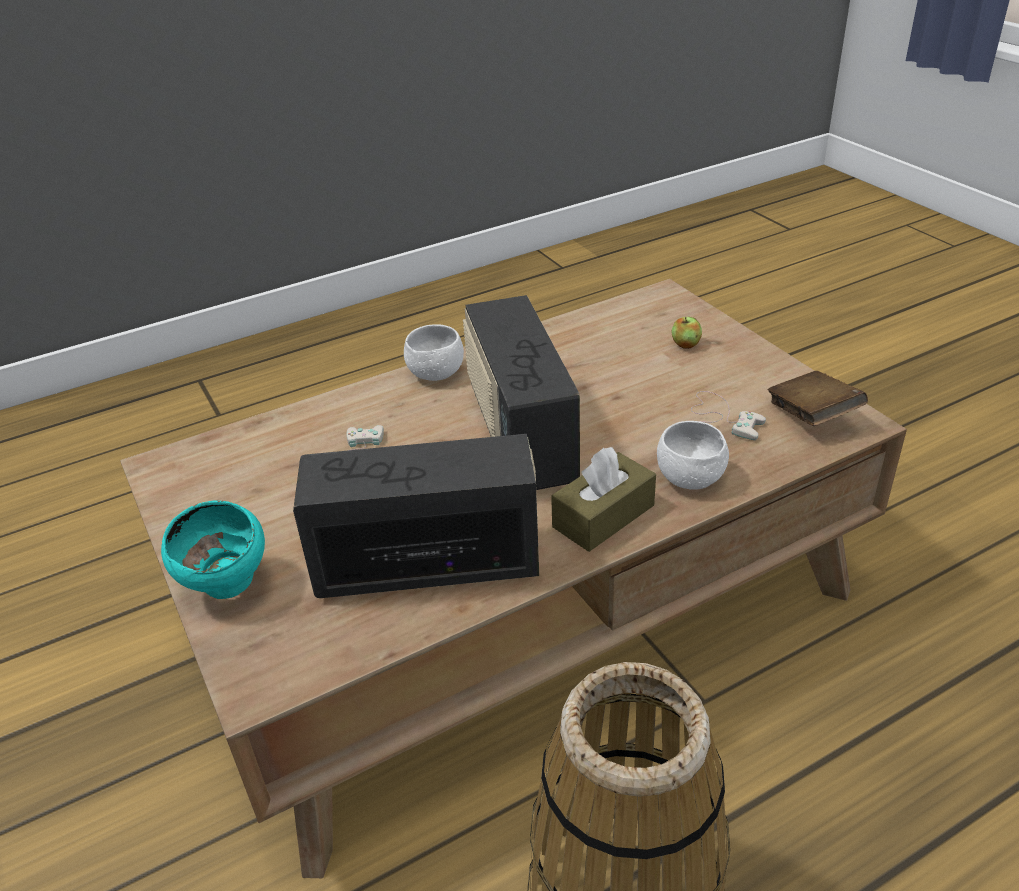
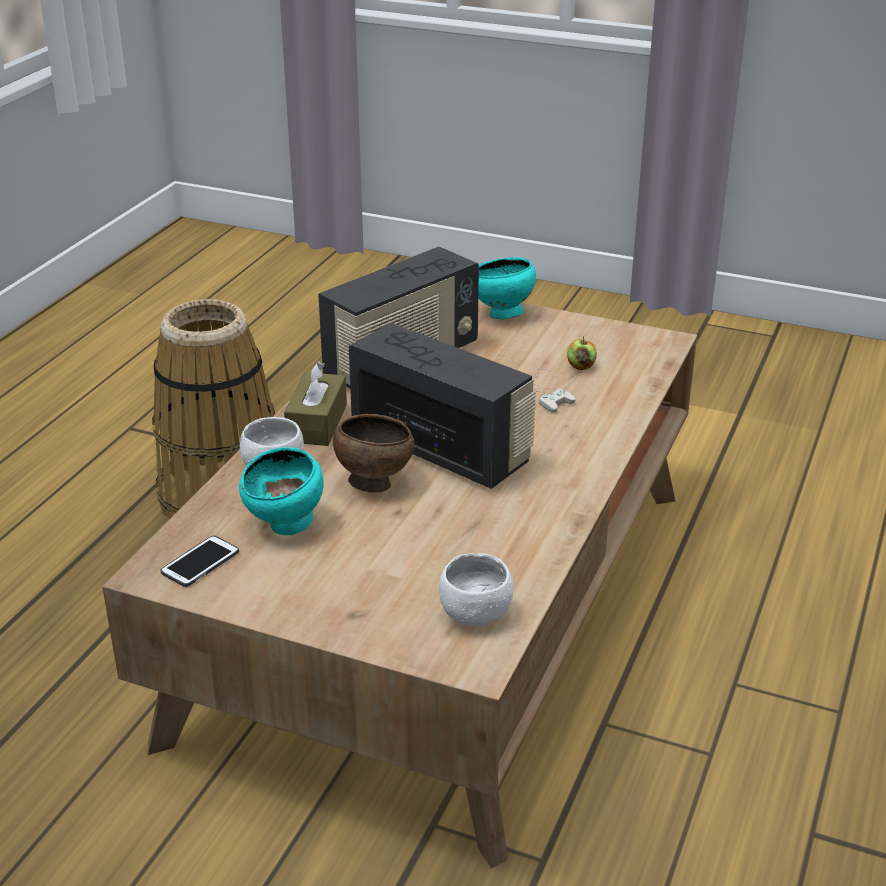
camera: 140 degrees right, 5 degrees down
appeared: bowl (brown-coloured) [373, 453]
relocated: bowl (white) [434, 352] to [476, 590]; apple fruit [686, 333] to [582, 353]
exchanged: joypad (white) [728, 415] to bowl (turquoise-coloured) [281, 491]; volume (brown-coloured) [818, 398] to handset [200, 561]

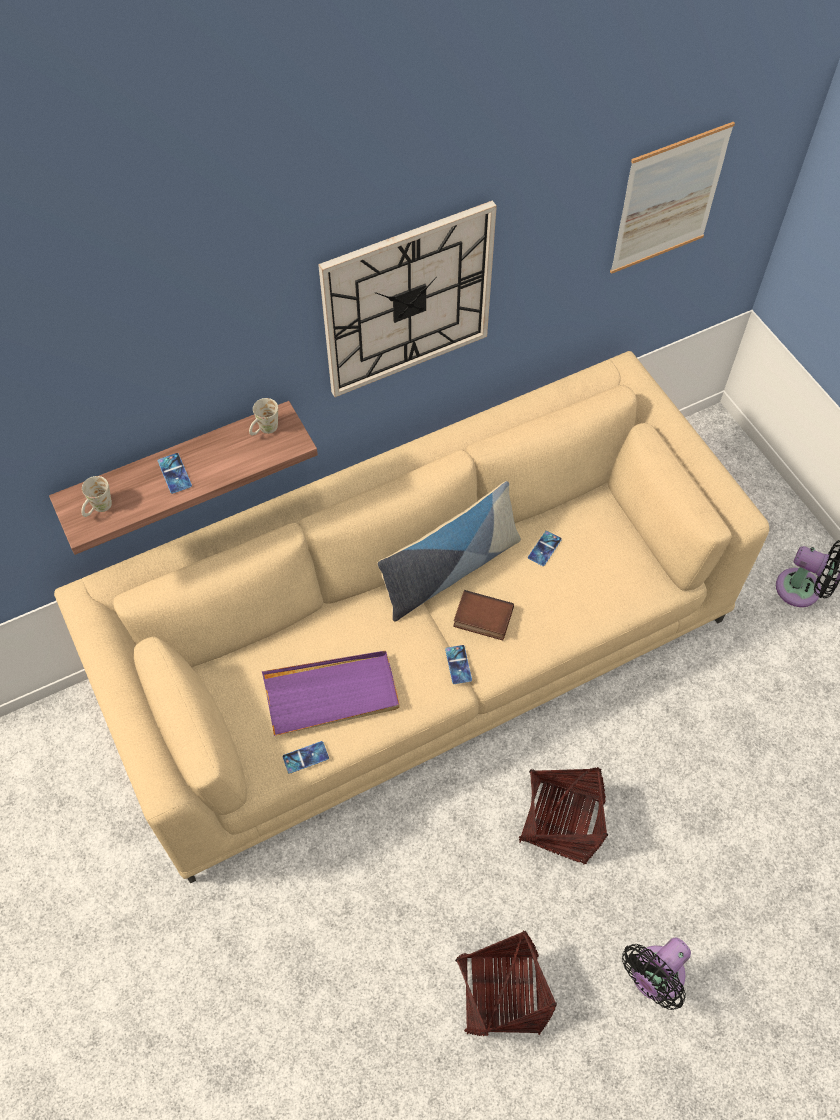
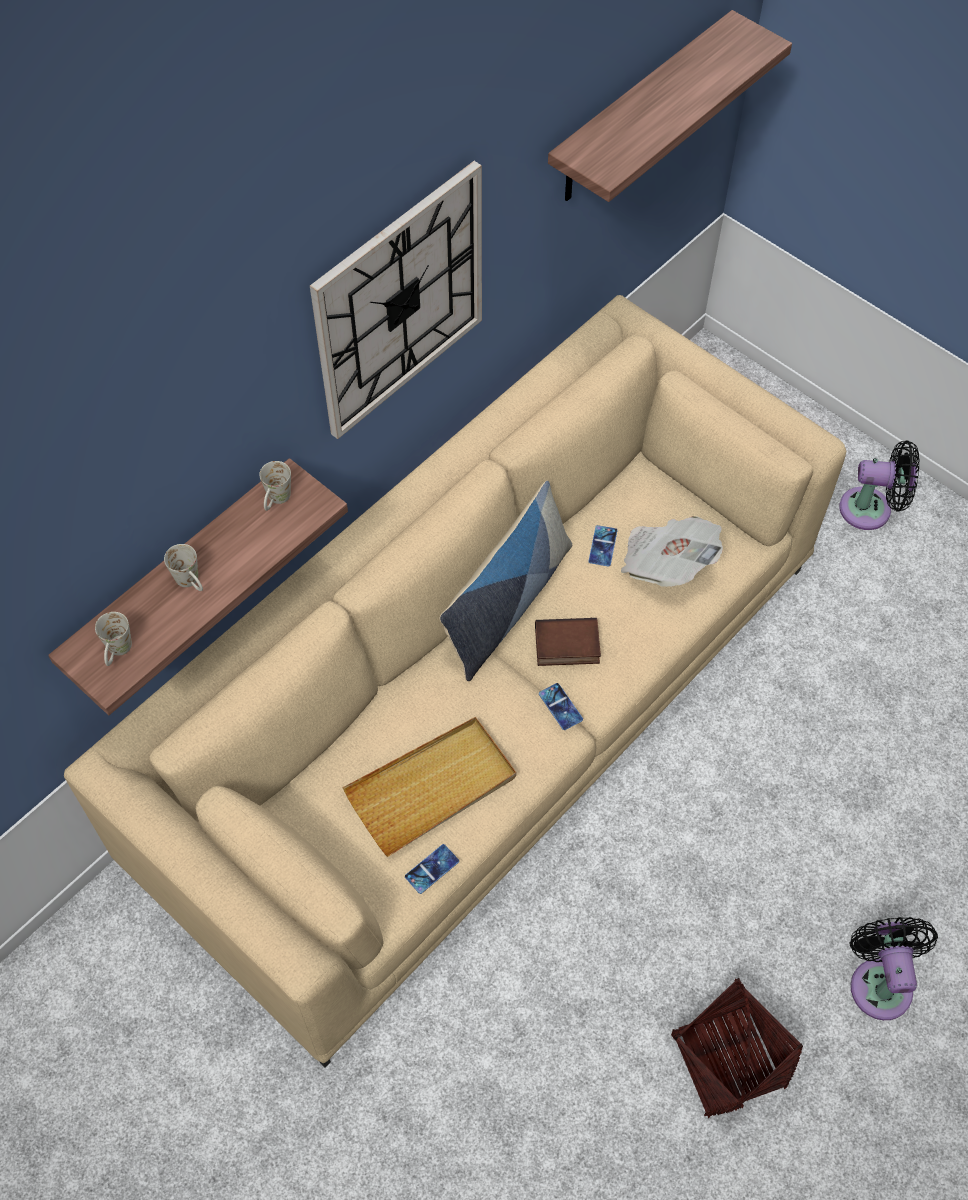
camera: 20 degrees left, 0 degrees up
missing: storage basket [563, 815]
appeared: daily paper [672, 551]
exchanged: handset [175, 473] to mug (white) [183, 567]; picture [672, 198] to wall shelf [670, 106]
colour: serving tray (purple-coloured) [331, 693] to serving tray (beige) [429, 787]
spun: fan (blackish) [656, 973] = [893, 968] 150 degrees clockwise

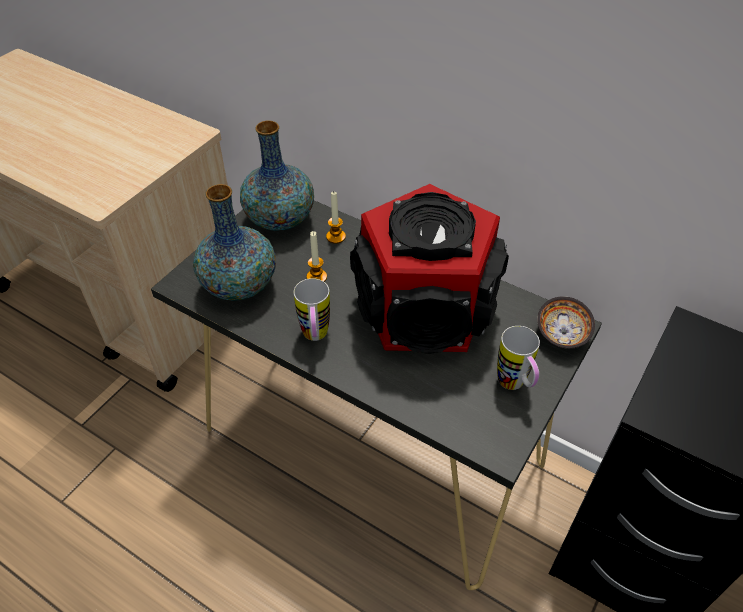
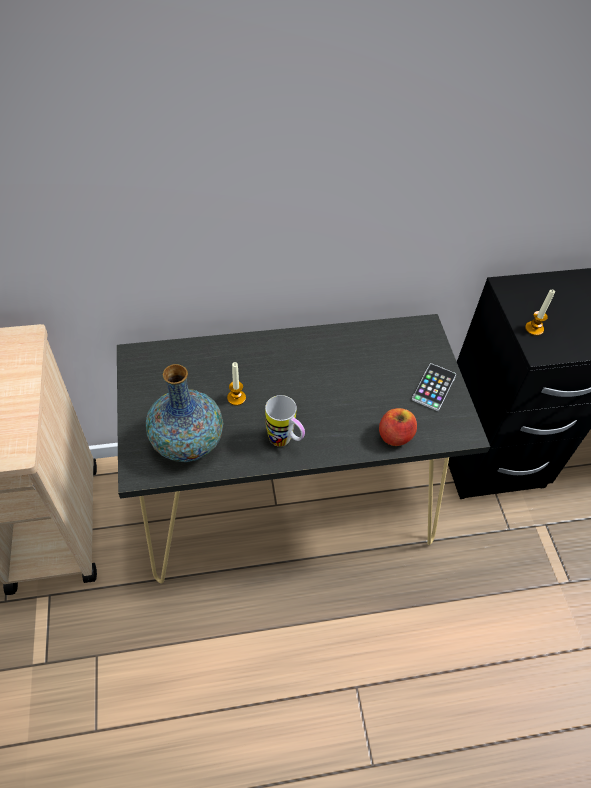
camera: 45 degrees left, 5 degrees up
missing: vase [277, 175]; speaker [429, 269]; bowl [566, 322]
appeared: apple fruit [398, 427]
relocated: candle [336, 218] to [540, 313]
exchanged: mug [518, 358] to handset [434, 387]

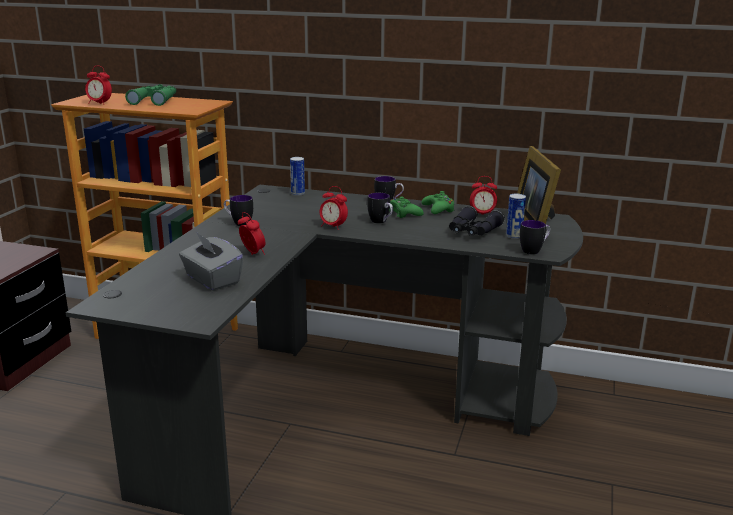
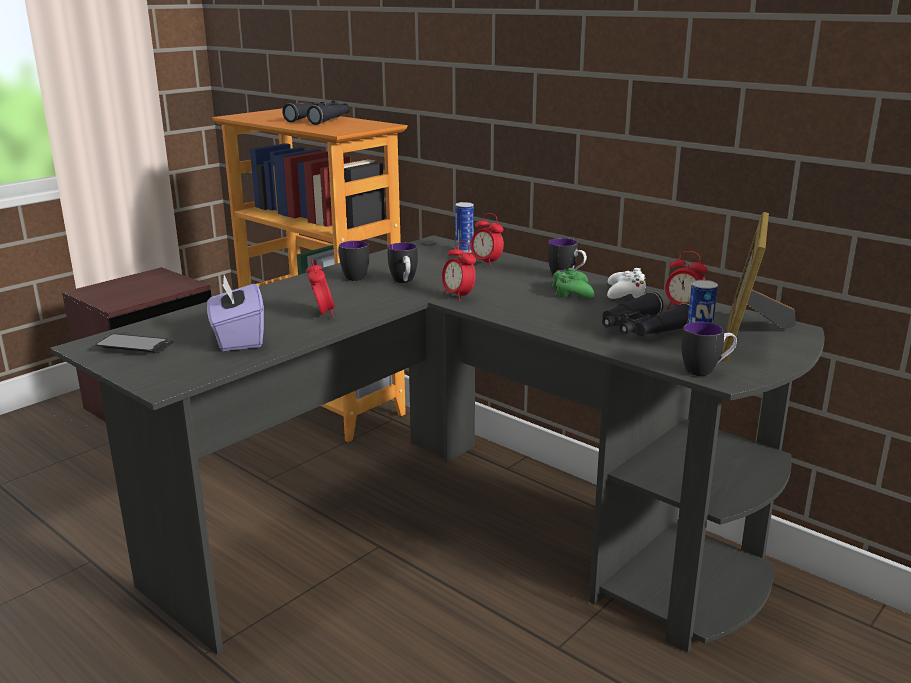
camera: 25 degrees right, 0 degrees up
appeared: handset [134, 343]
relocated: alarm clock [98, 85] to [487, 240]; mug [380, 208] to [403, 263]
colour: field glasses (greenish) [150, 95] to field glasses (blackish) [316, 112]; box of tissues (grey) [211, 262] to box of tissues (purple-coloured) [235, 313]; joypad (greenish) [438, 202] to joypad (white) [626, 283]

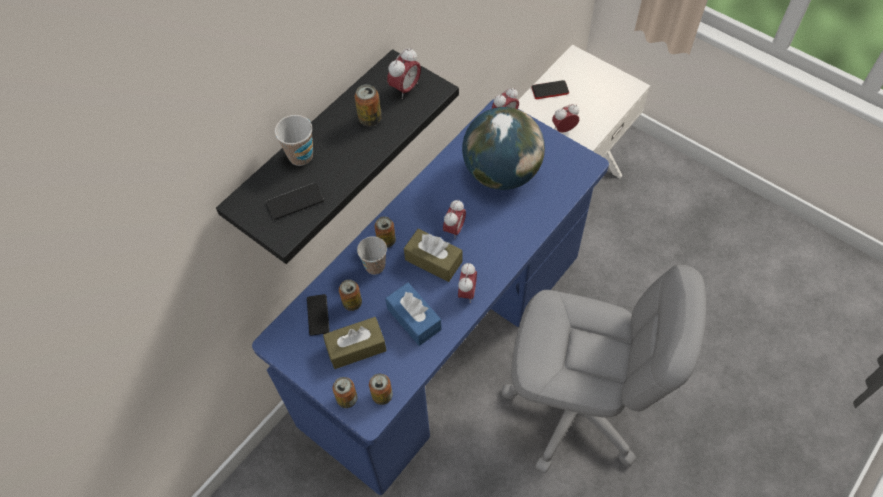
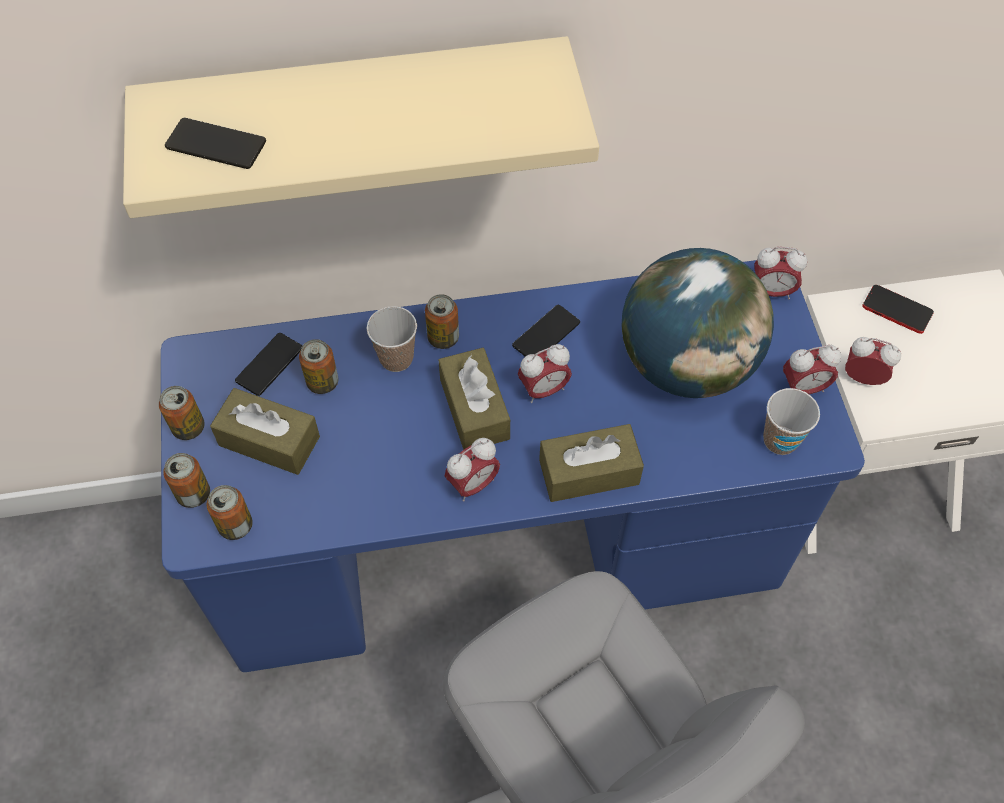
camera: 40 degrees right, 0 degrees up
missing: box of tissues (blue-coloured) [413, 314]
appeared: handset [546, 330]; box of tissues (brown-coloured) [591, 463]
relocated: cup [294, 140] to [791, 421]; metal can [368, 105] to [182, 413]; alarm clock [404, 73] to [812, 369]
colour: wall shelf (blackish) [337, 156] to wall shelf (beige) [361, 127]

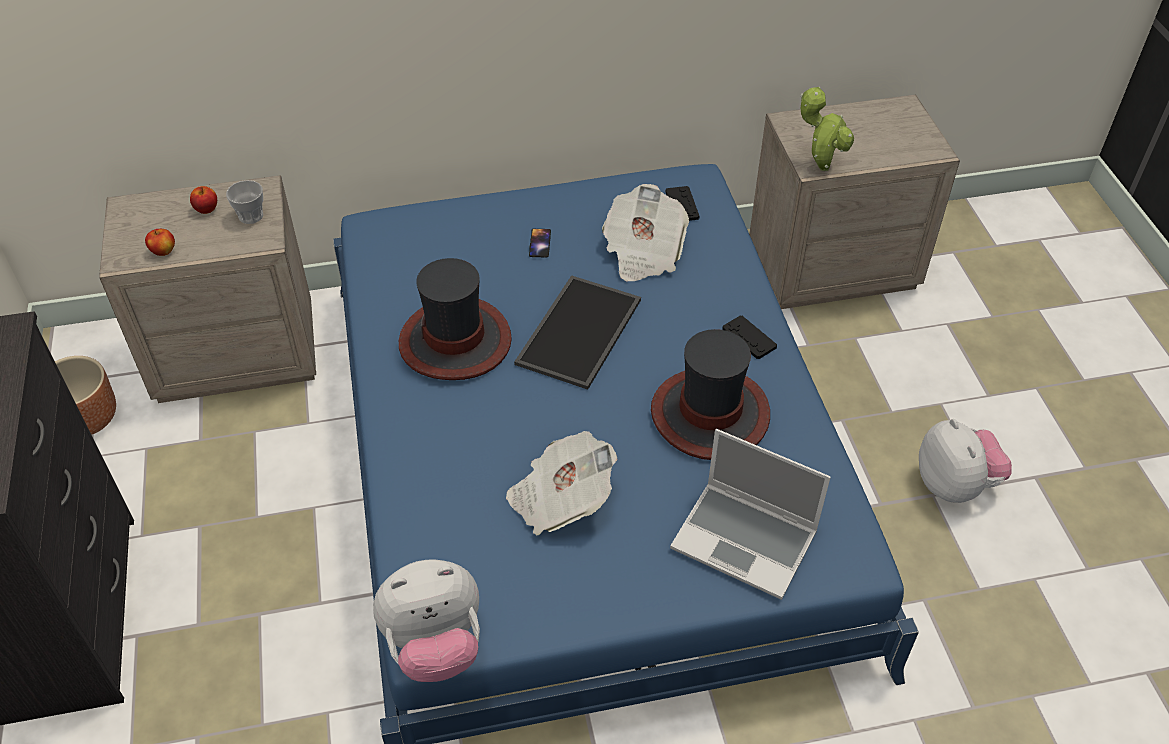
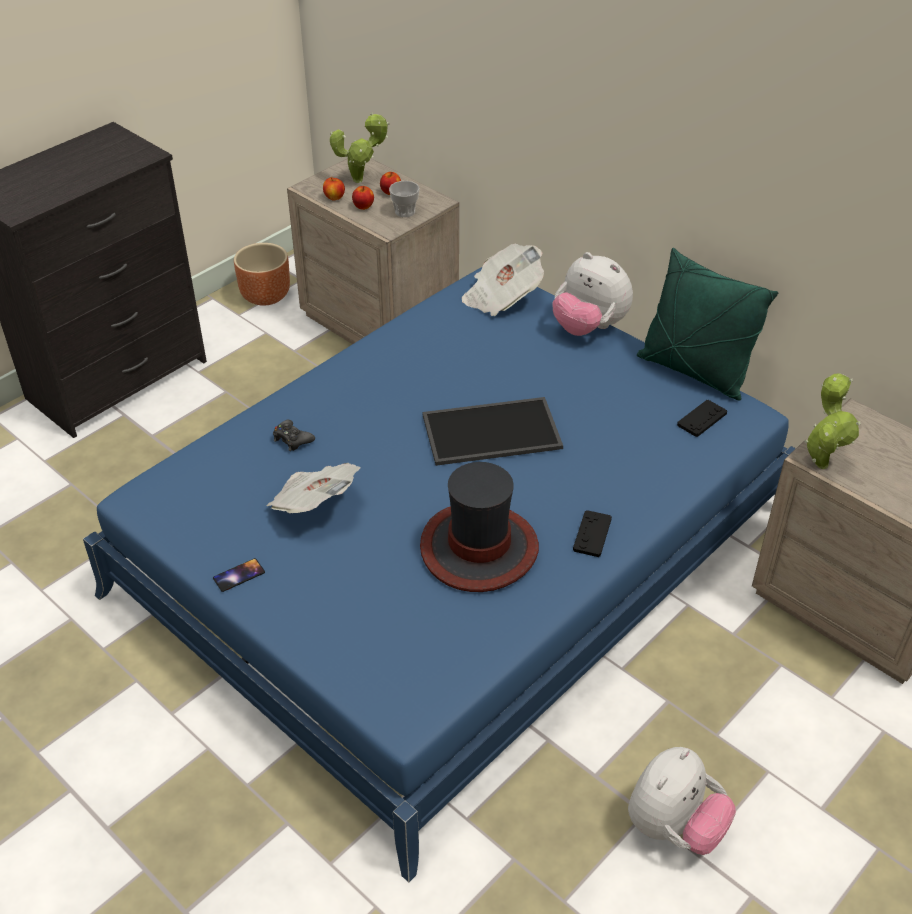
camera: 55 degrees right, 5 degrees down
missing: wearable hat [455, 319]; laptop [750, 514]
appeared: joypad (blackish) [294, 435]; houseplant [360, 147]; apple fruit [363, 198]; pillow (greenish) [707, 324]
relocated: cuddly toy [426, 620] to [593, 294]; handset [540, 243] to [239, 575]; daily paper [645, 233] to [503, 280]

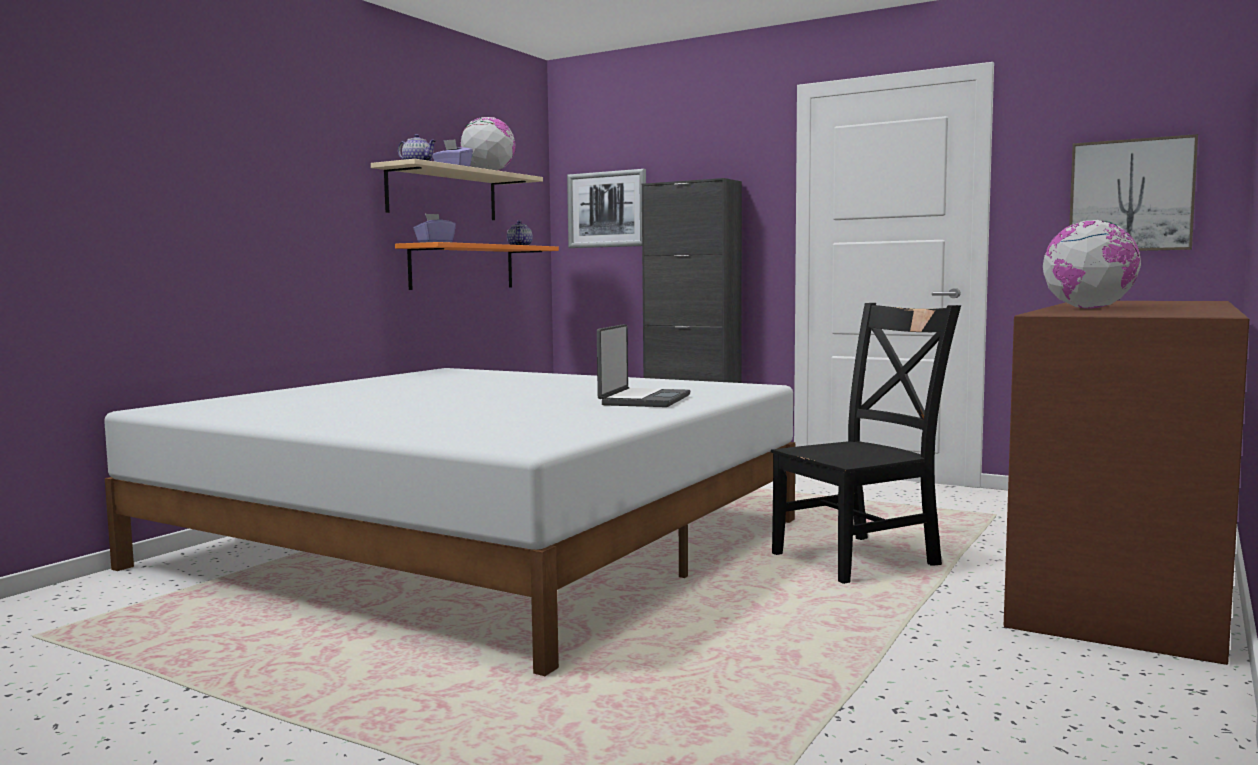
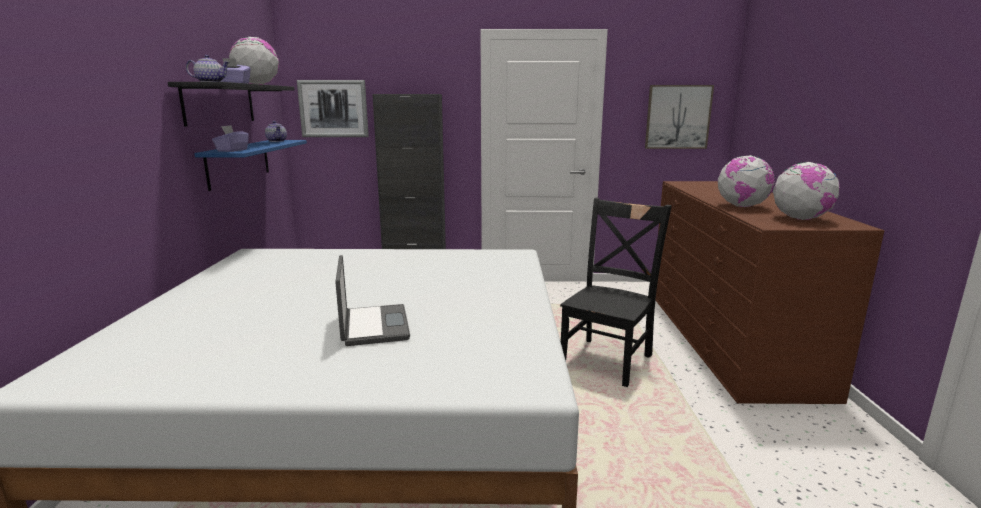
camera: 30 degrees left, 10 degrees up
appeared: globe [806, 191]
relocated: laptop [643, 365] to [372, 300]
colour: wall shelf (beige) [457, 189] to wall shelf (blackish) [231, 104]; wall shelf (orangey) [477, 266] to wall shelf (blue-coloured) [250, 165]

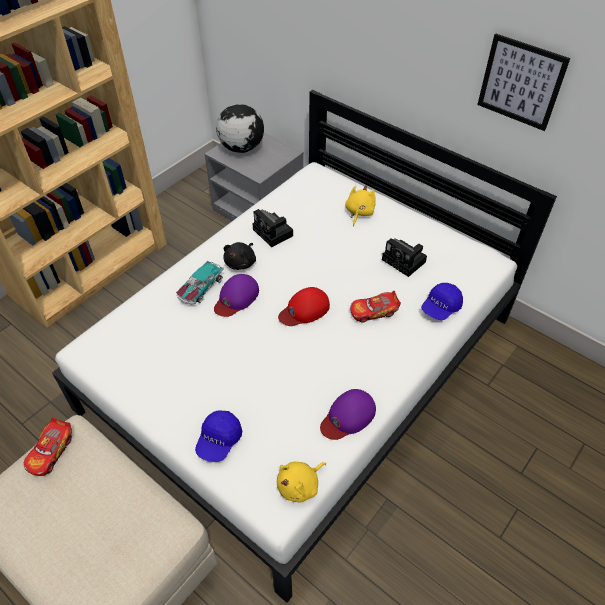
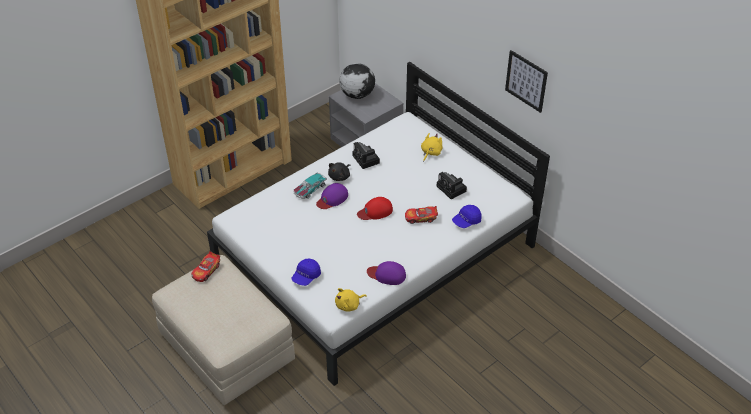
camera: 10 degrees right, 5 degrees down
spun: peaked cap (purple-coloured) [348, 414] = [386, 273] 45 degrees clockwise

